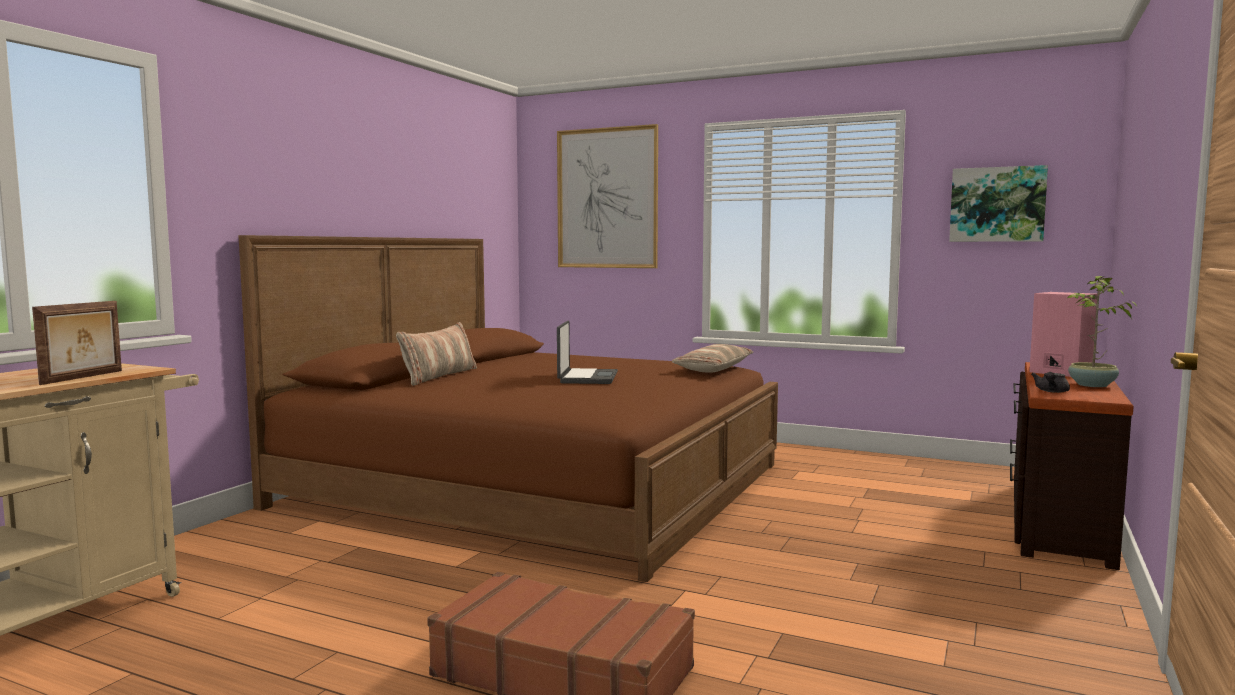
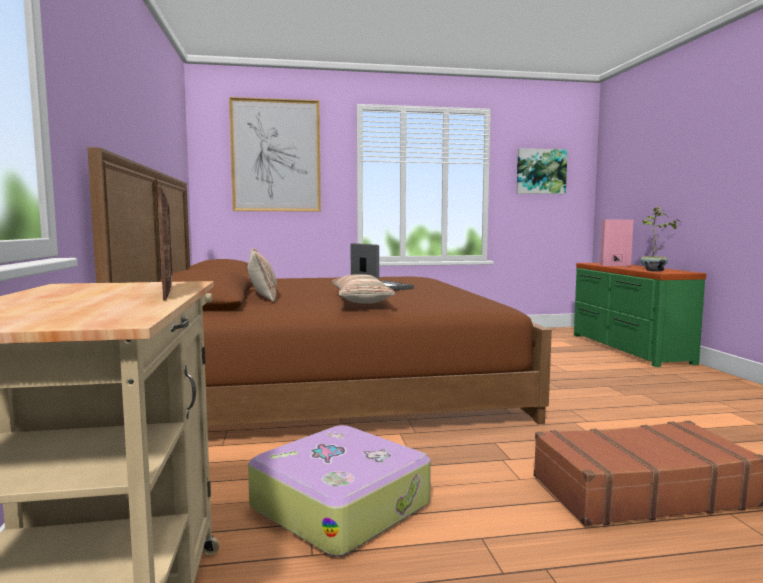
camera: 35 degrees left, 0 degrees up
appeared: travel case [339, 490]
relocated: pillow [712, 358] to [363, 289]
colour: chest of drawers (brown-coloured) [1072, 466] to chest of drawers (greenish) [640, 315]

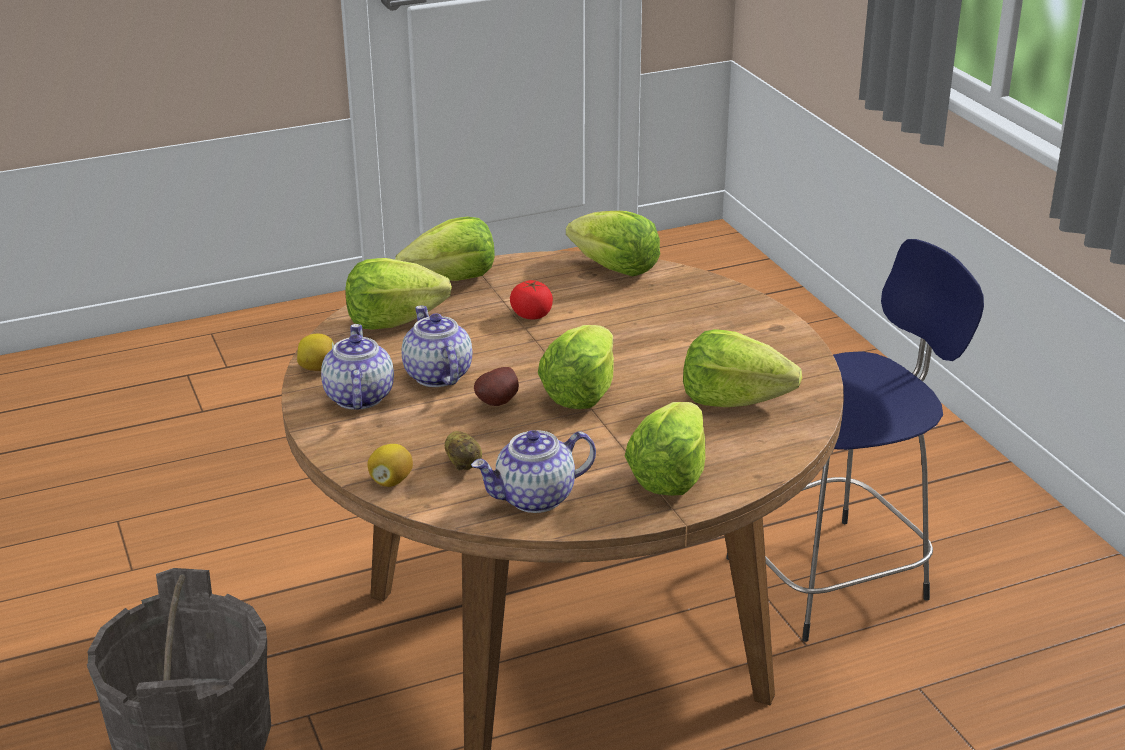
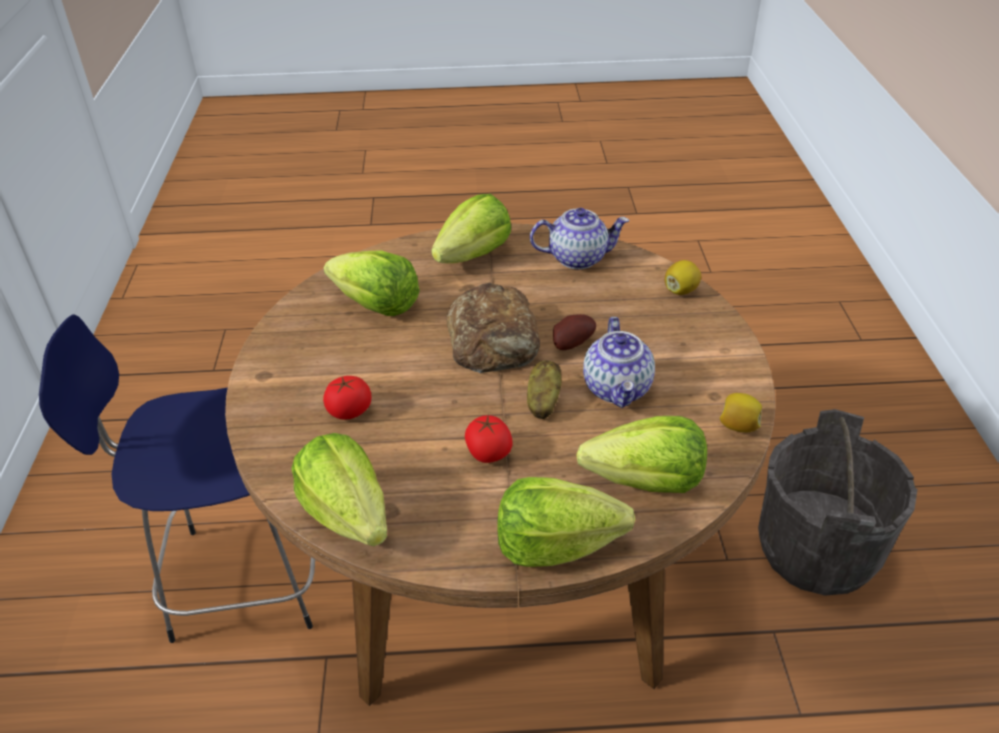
camera: 160 degrees left, 10 degrees up
missing: pot for tea [357, 367]
appeared: tomato [347, 397]
relocated: potato [463, 450] to [544, 389]
exchanged: lettuce head [576, 367] to baked bread [493, 328]

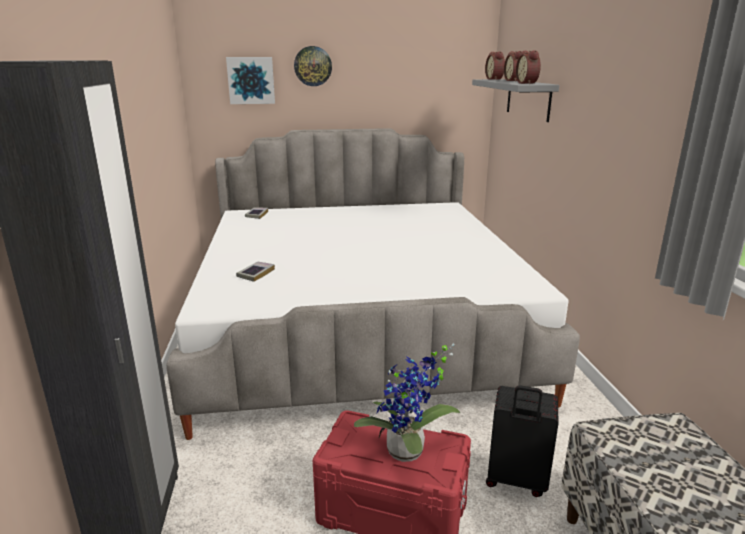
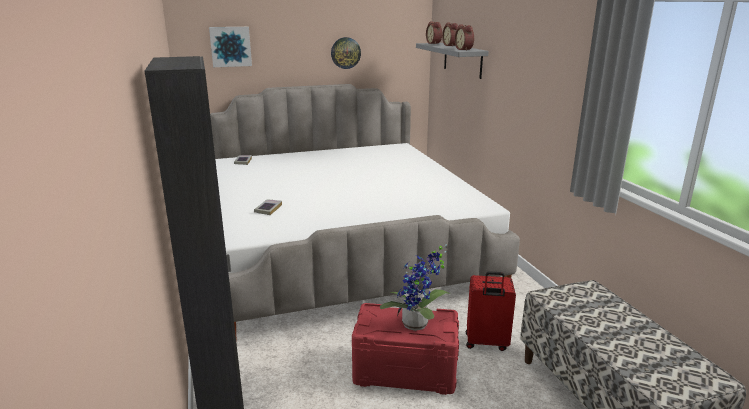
camera: 10 degrees left, 0 degrees up
relocated: clock on the wall [313, 66] to [346, 53]
colour: travel case (blackish) [522, 441] to travel case (reddish) [491, 311]

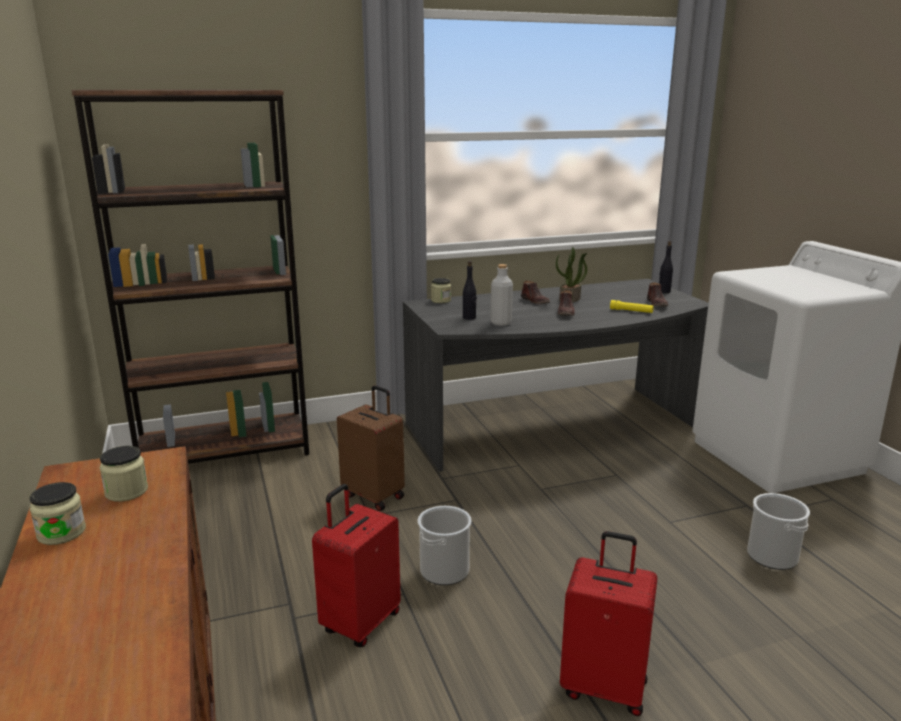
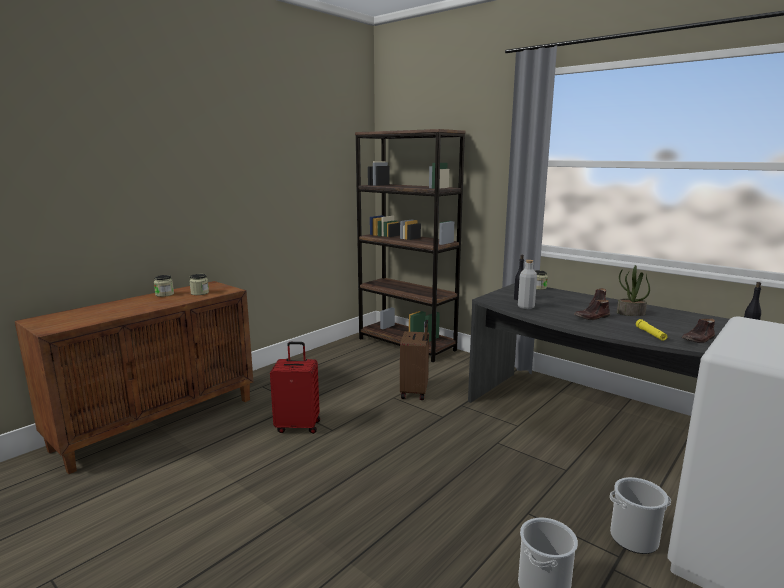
camera: 60 degrees right, 5 degrees down
missing: travel case (reddish) [609, 623]
relocated: water bucket [445, 545] to [640, 515]

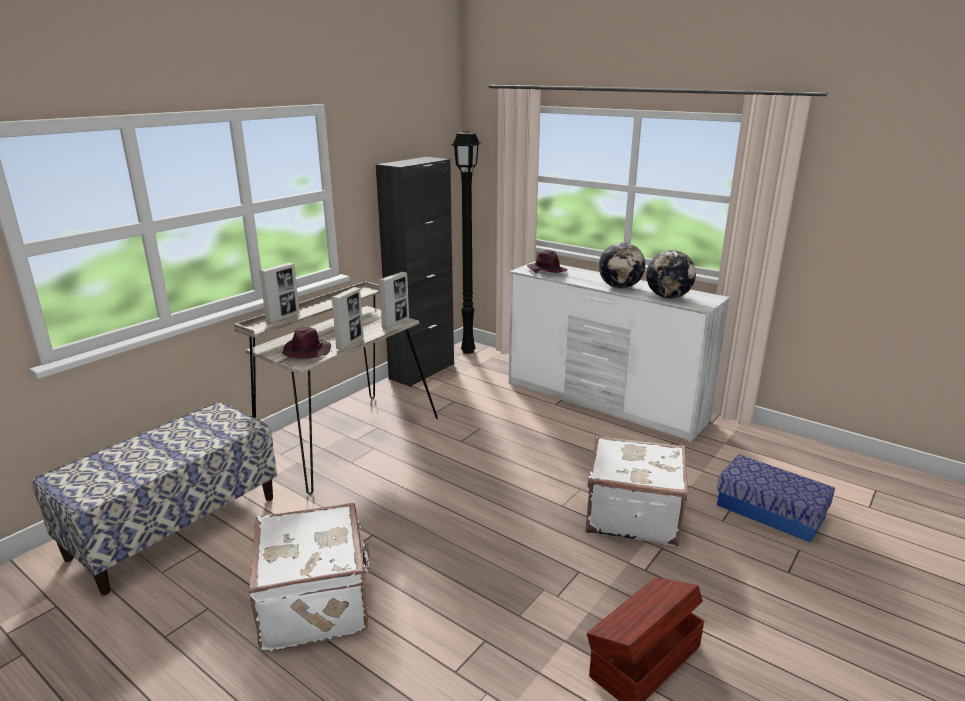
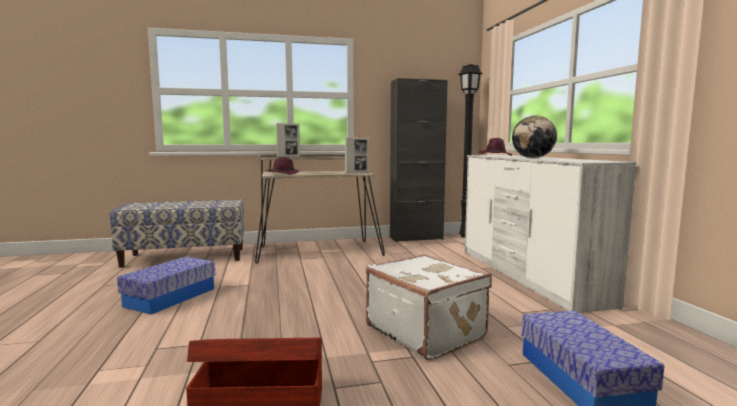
camera: 40 degrees right, 15 degrees down
missing: photo frame [347, 318]; globe [671, 274]
exchanged: travel case (white) [309, 577] to storage container [166, 286]

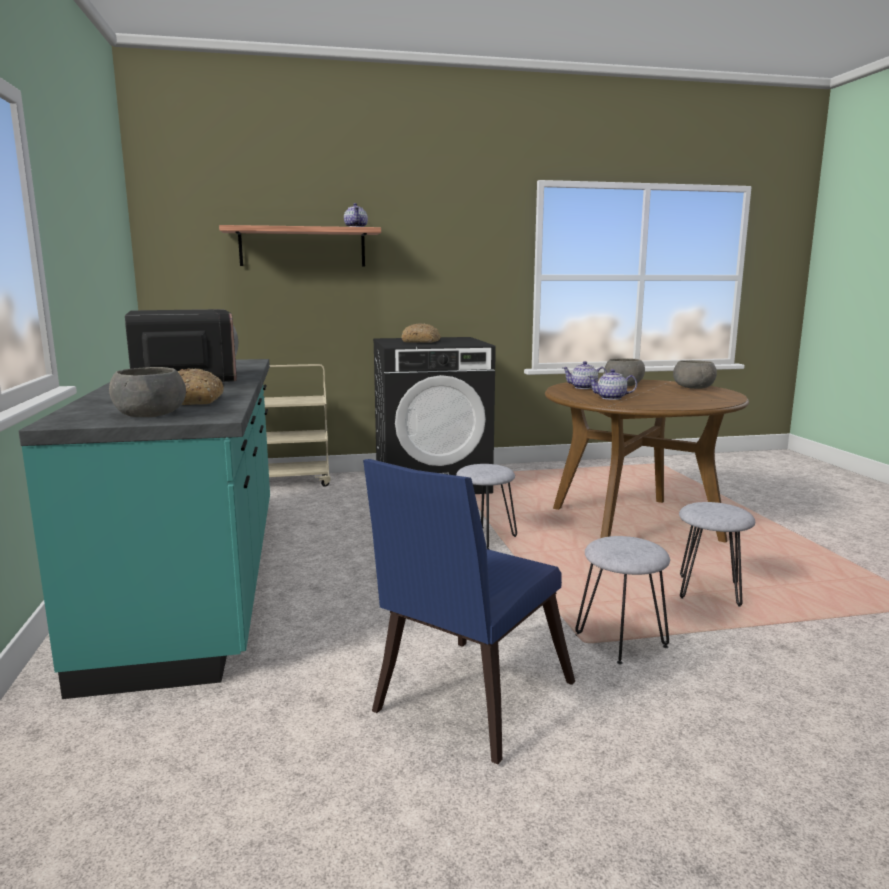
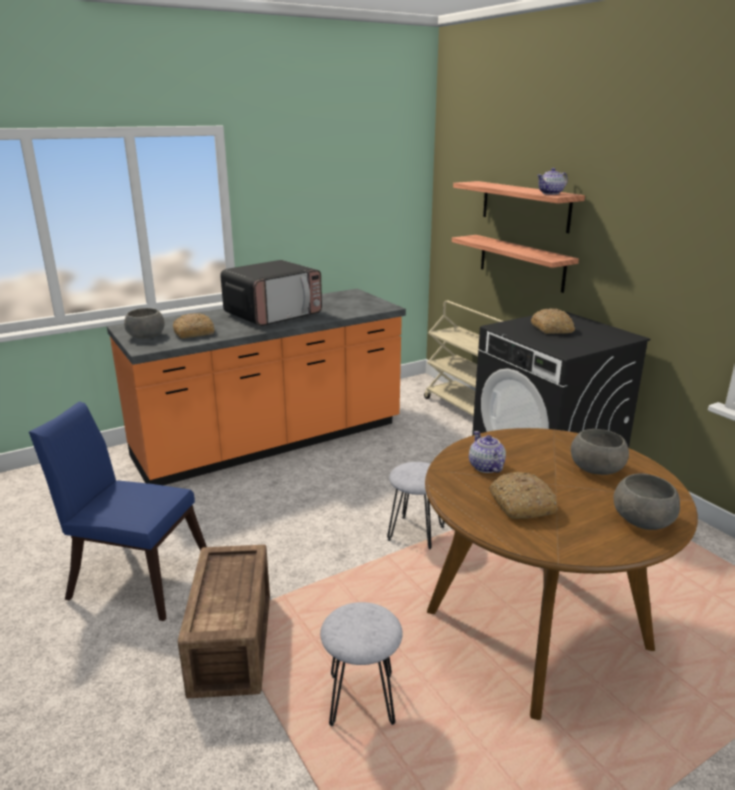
camera: 70 degrees right, 10 degrees up
missing: pot for tea [584, 375]
appeared: wall shelf [515, 264]; baked bread [523, 495]
exchanged: stool (grey) [622, 600] to packing crate [224, 621]
colour: counter (turquoise-coloured) [144, 529] to counter (orangey) [256, 387]

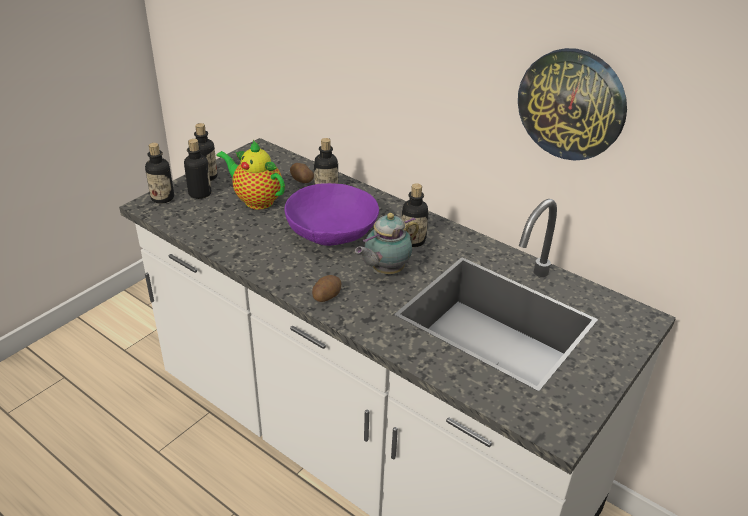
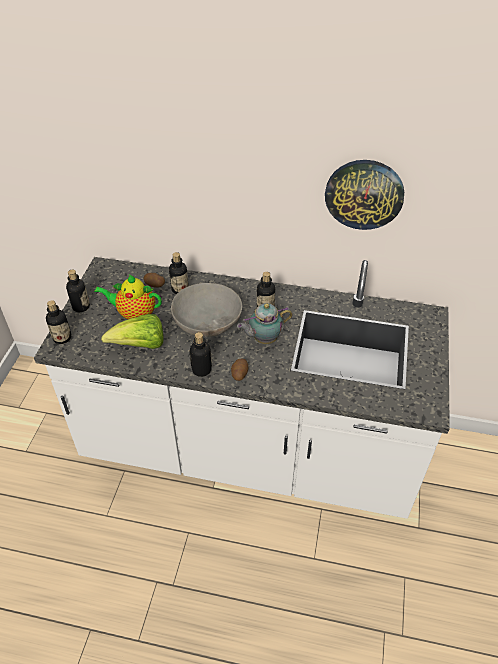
camera: 25 degrees left, 10 degrees up
appeared: lettuce head [132, 331]
relocated: bottle [197, 169] to [201, 354]
colour: bowl (purple-coloured) [331, 214] to bowl (grey) [206, 310]
spun: pot for tea [387, 243] = [265, 323] 45 degrees clockwise

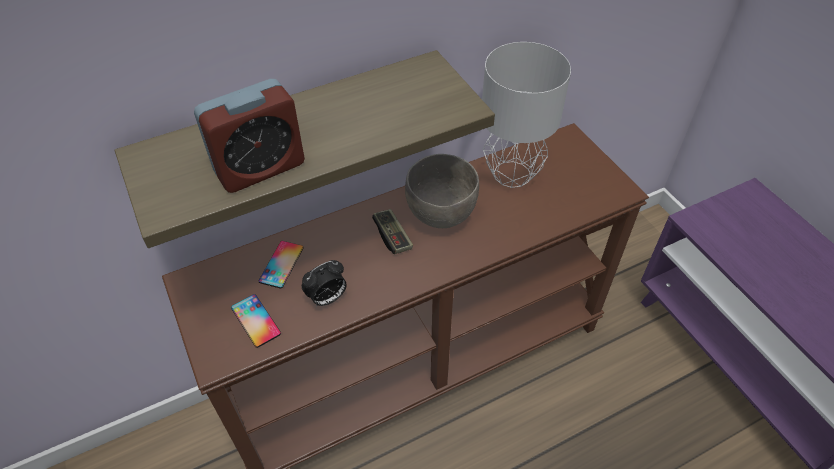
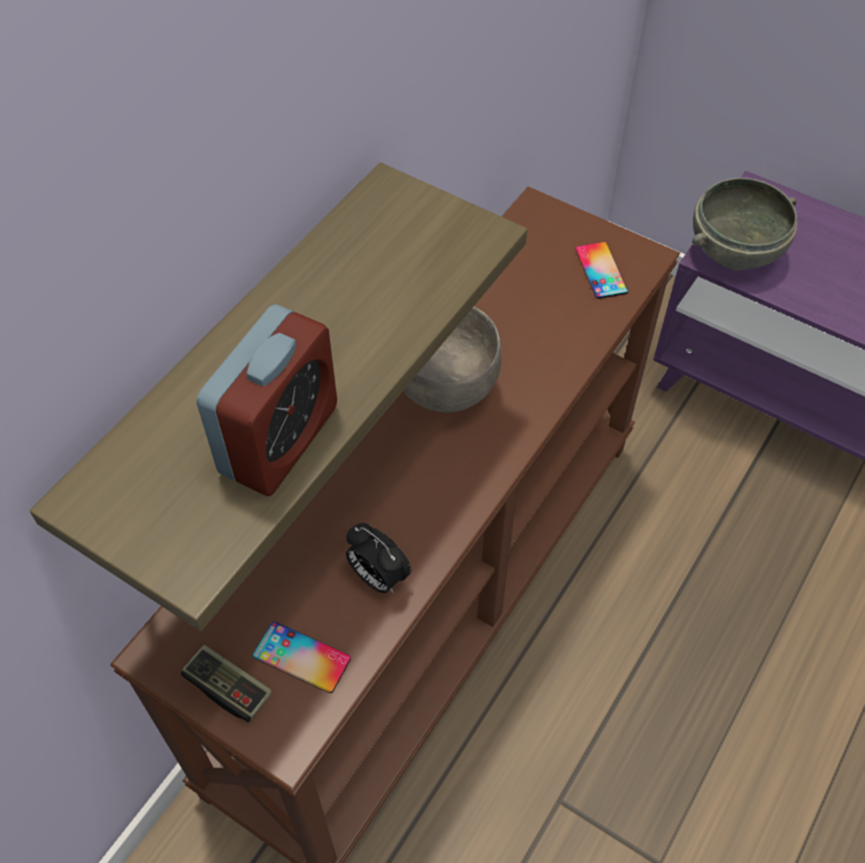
camera: 30 degrees left, 5 degrees up
missing: table lamp (grey) [526, 115]
appeared: bowl (grey) [744, 224]
relocated: handset [281, 265] to [602, 270]; joypad [392, 231] to [226, 683]
spun: alarm clock [324, 283] = [378, 558] 105 degrees clockwise

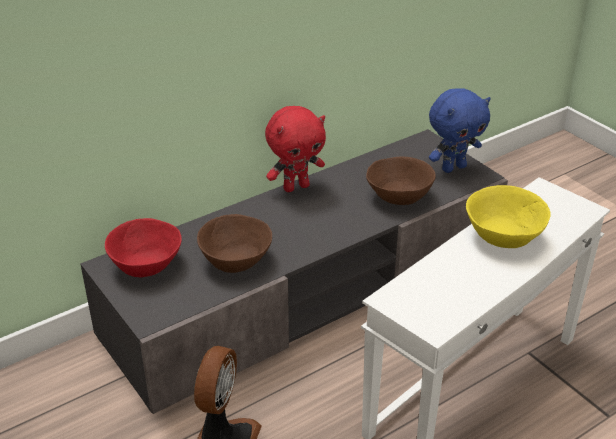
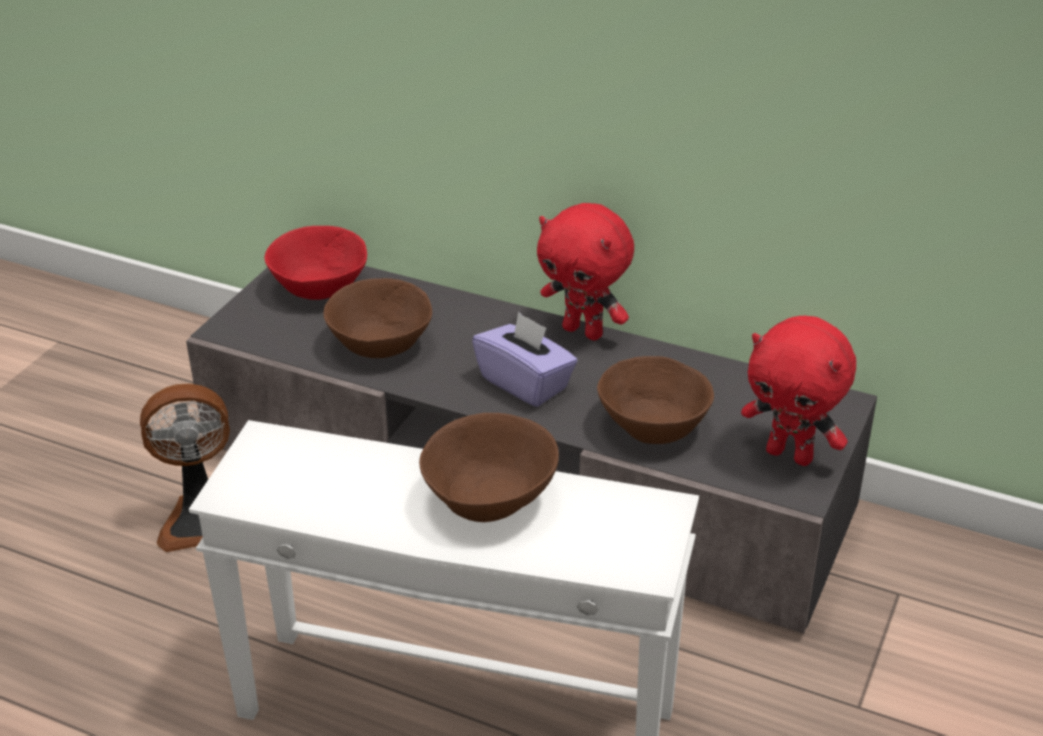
camera: 60 degrees right, 0 degrees up
appeared: box of tissues (purple-coloured) [525, 359]
colour: cuddly toy (blue-coloured) [460, 130] to cuddly toy (reddish) [798, 391]; bowl (yellow) [508, 216] to bowl (brown-coloured) [489, 467]

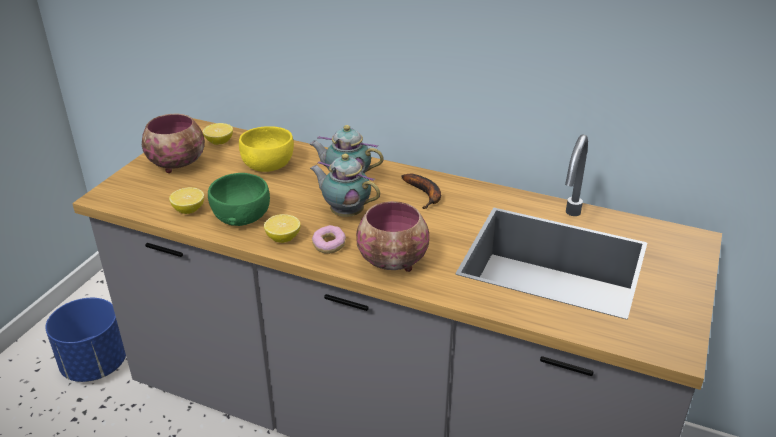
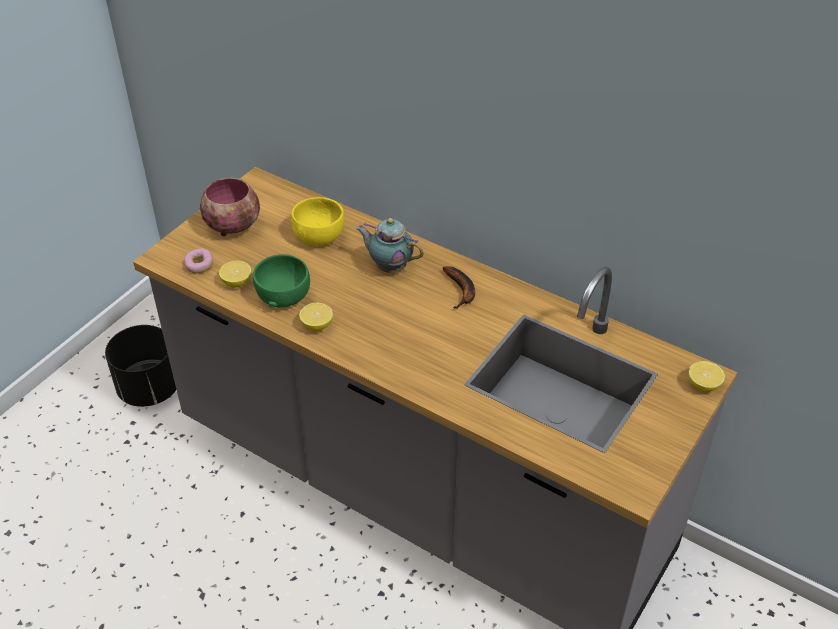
camera: 10 degrees right, 10 degrees up
missing: pot for tea [345, 185]; bowl [393, 236]
relocated: lemon [218, 134] to [707, 376]; donut [329, 239] to [198, 261]
colour: flower pot (blue-coloured) [85, 340] to flower pot (blackish) [140, 366]

